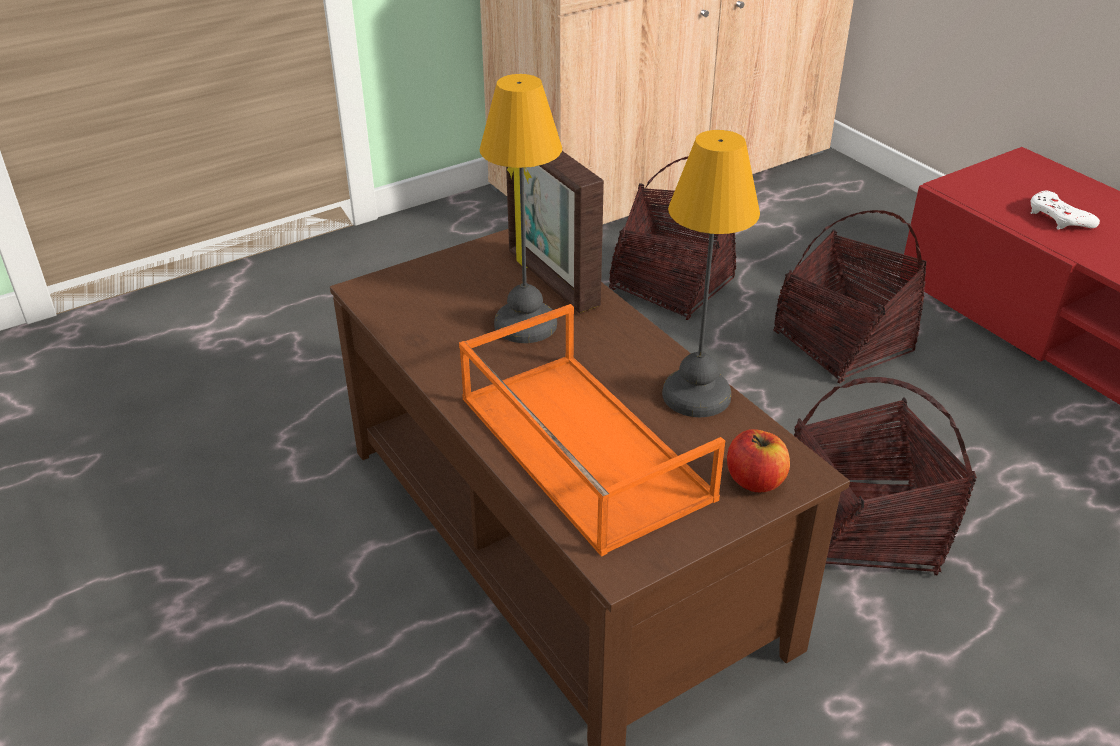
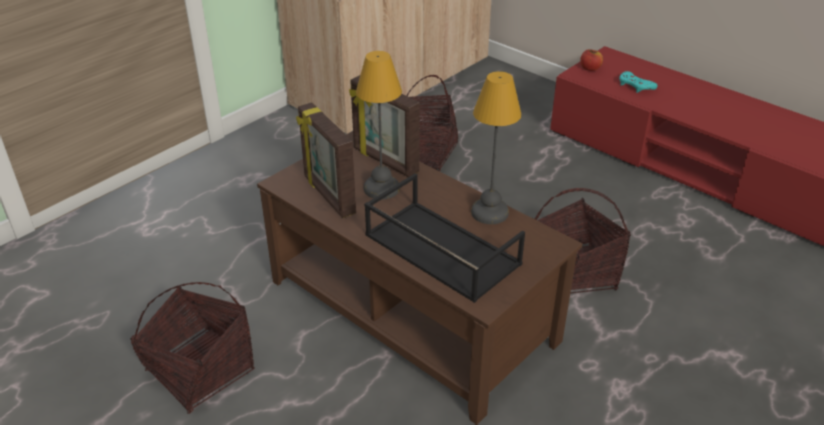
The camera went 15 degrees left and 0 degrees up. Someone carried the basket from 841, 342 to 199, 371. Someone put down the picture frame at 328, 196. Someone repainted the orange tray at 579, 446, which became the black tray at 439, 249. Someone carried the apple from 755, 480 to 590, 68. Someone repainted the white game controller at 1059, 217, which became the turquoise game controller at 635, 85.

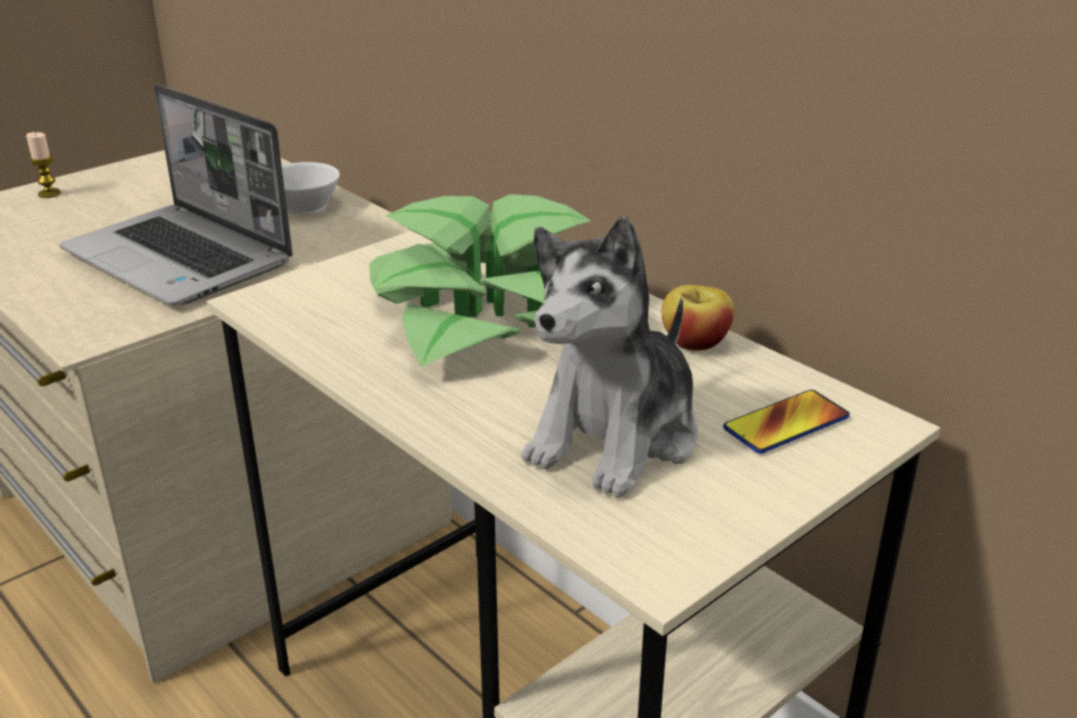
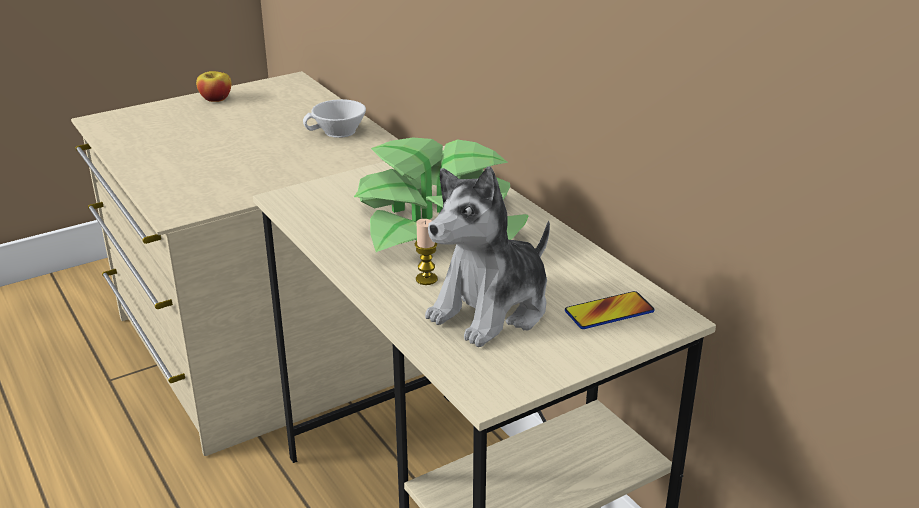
The camera went 10 degrees right and 0 degrees up. Someone carried the apple from 695, 342 to 216, 99. Someone carried the candle from 49, 194 to 426, 279. Someone took away the laptop at 181, 258.

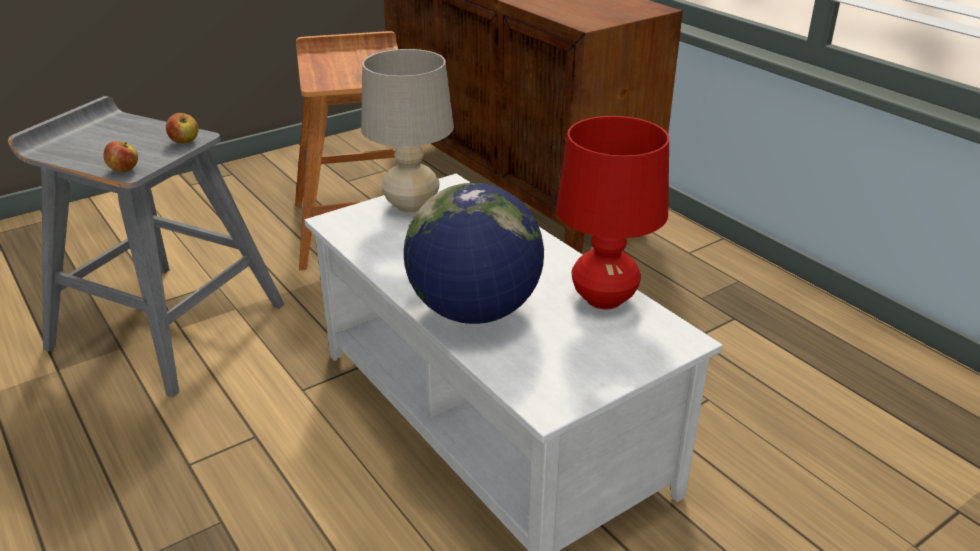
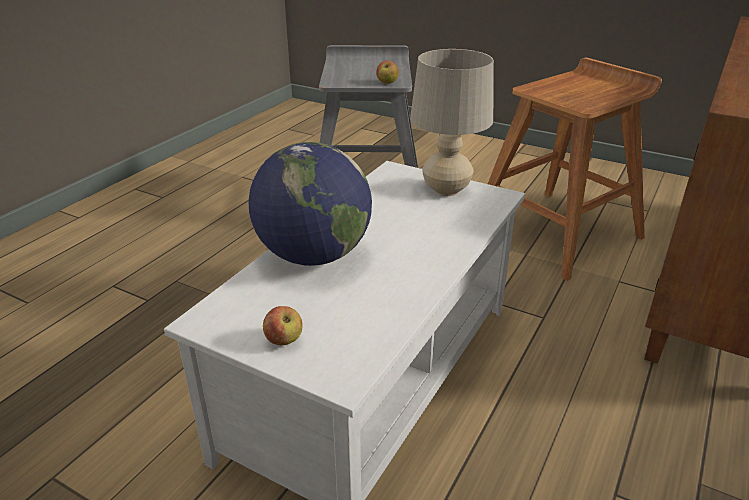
The camera went 65 degrees right and 0 degrees up. Someone carried the apple from 124, 170 to 284, 340. Someone took away the red table lamp at 604, 299.

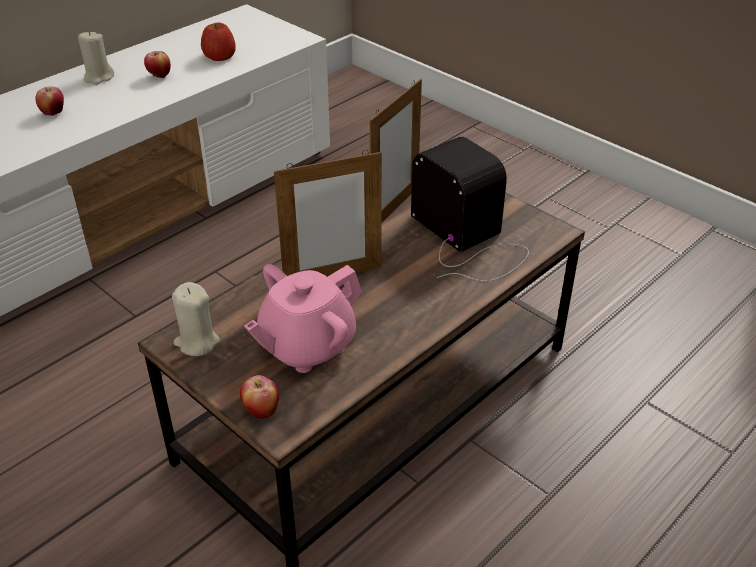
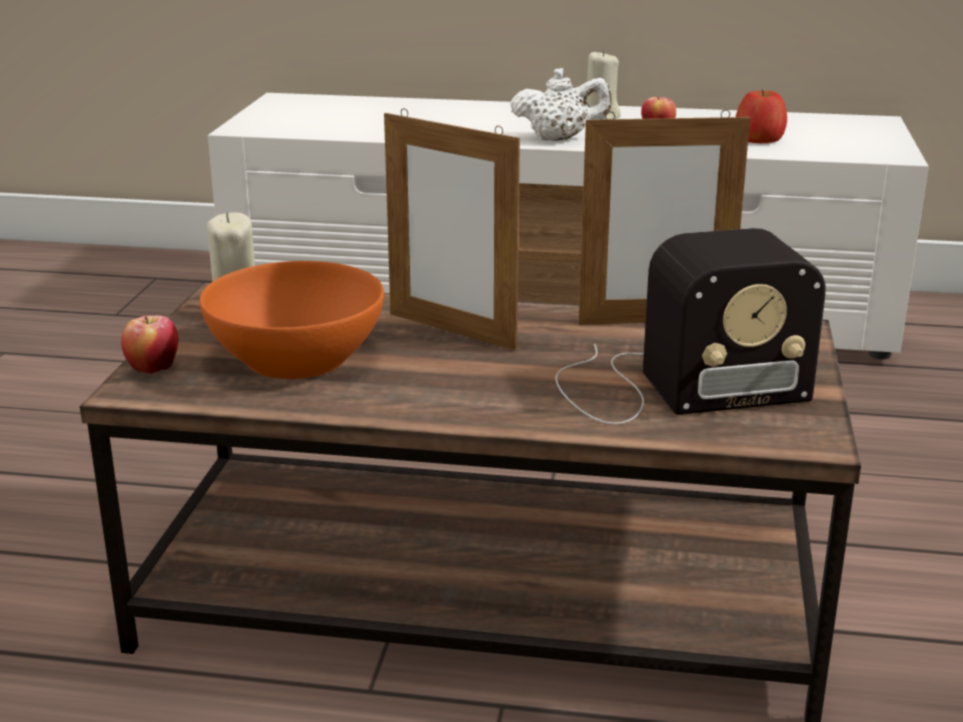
The camera went 55 degrees right and 15 degrees down. Someone swapped the pink teapot at 306, 346 for the orange bowl at 298, 358. Someone put down the white teapot at 559, 139. Someone rotated the radio at 469, 241 by 60 degrees clockwise. Someone took away the apple at 53, 113.

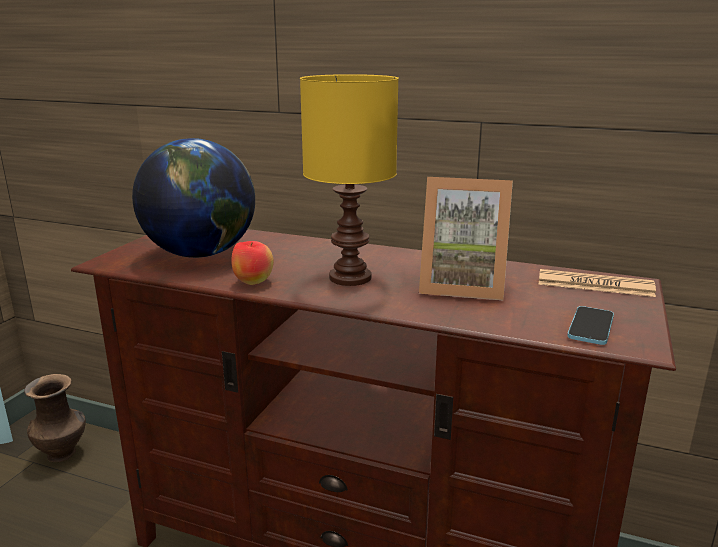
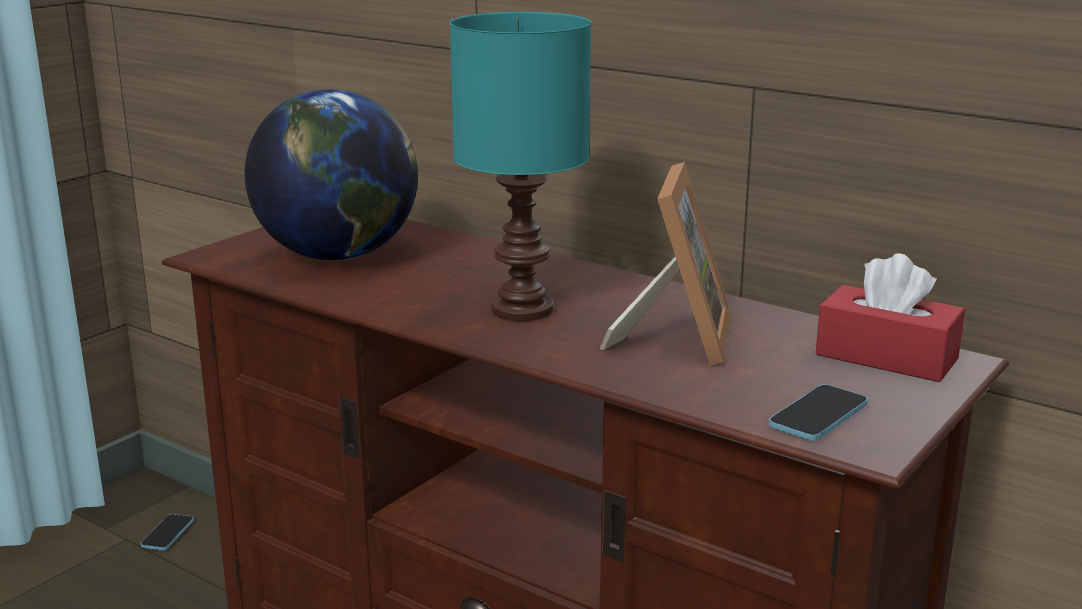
The camera went 15 degrees right and 0 degrees up. Someone swapped the brown vase at 63, 453 for the phone at 168, 534. Someone repainted the yellow table lamp at 350, 277, which became the turquoise table lamp at 523, 308. Someone rotated the picture frame at 461, 286 by 105 degrees counterclockwise. Someone swapped the newspaper at 594, 285 for the red tissue box at 886, 357. Someone took away the apple at 253, 282.

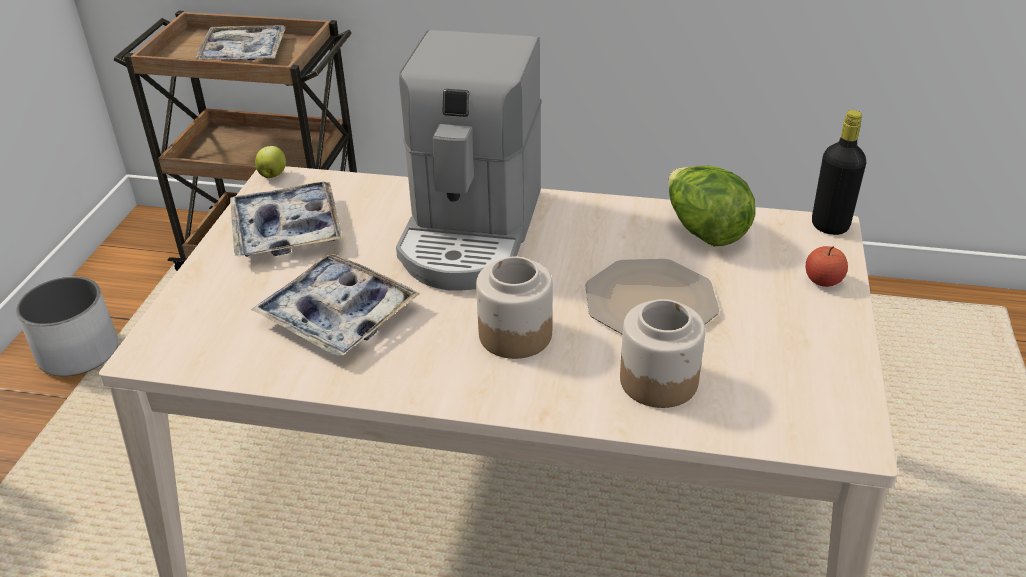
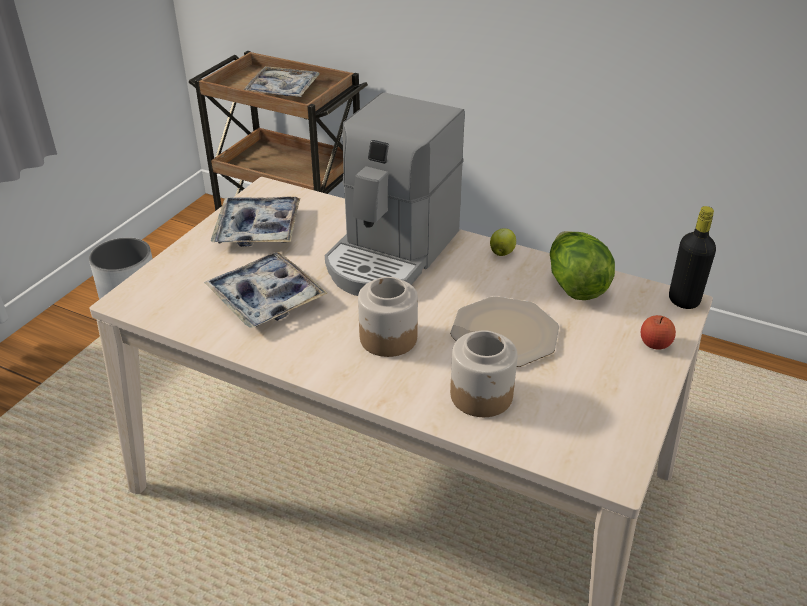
The camera went 15 degrees right and 0 degrees up. Someone carried the apple from 273, 175 to 502, 253.

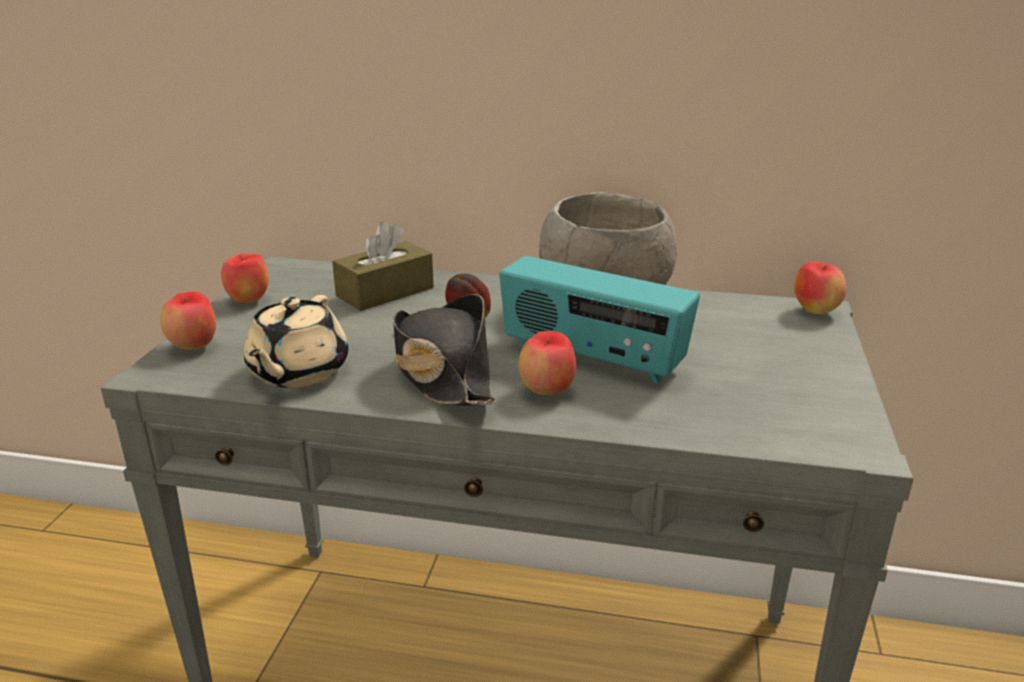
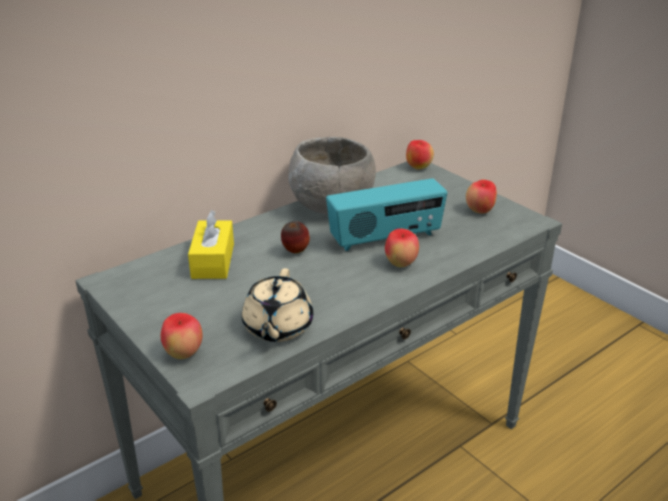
The camera went 50 degrees left and 5 degrees up. Someone repainted the brown tissue box at 385, 292, which became the yellow tissue box at 213, 261. Someone rotated the beige teapot at 297, 372 by 45 degrees clockwise. Someone carried the apple from 248, 300 to 479, 211. Someone took away the black hat at 442, 371.

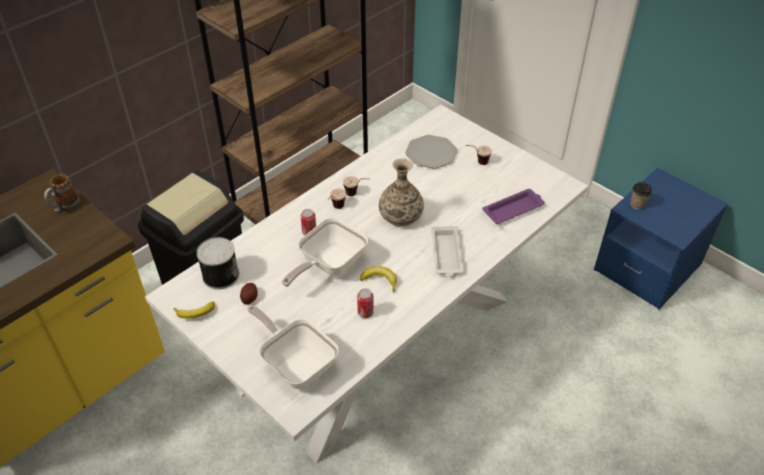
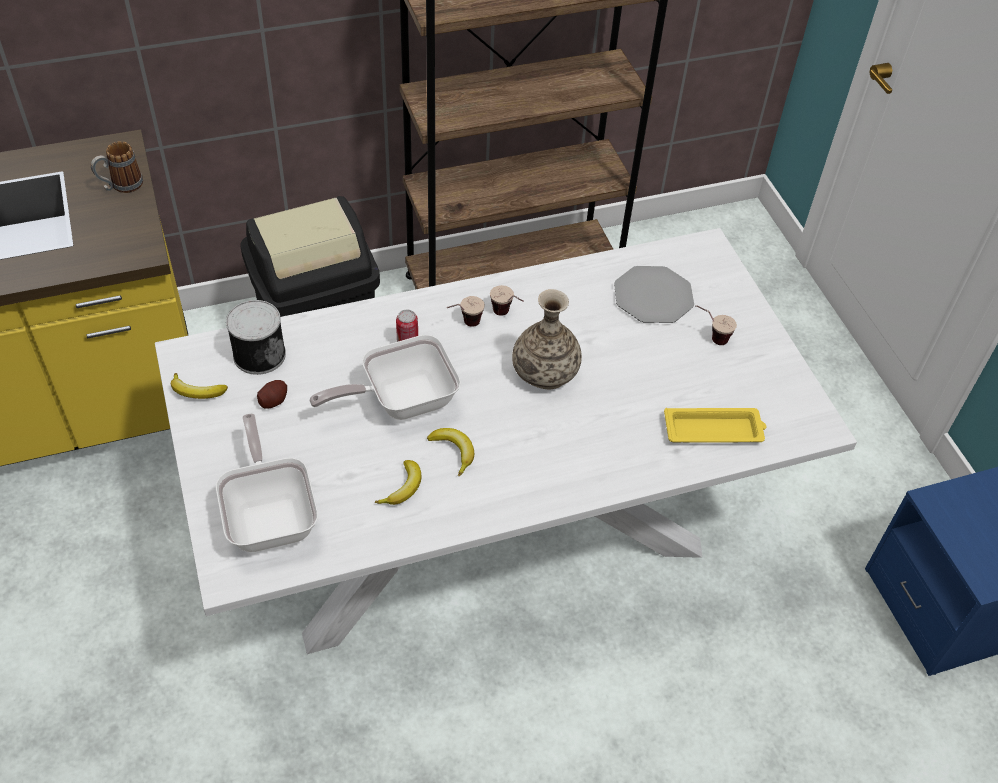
The camera went 25 degrees right and 5 degrees up. Someone swapped the can at 365, 313 for the banana at 403, 488. Someone repainted the purple tray at 514, 209, which became the yellow tray at 714, 430. Someone took away the white tray at 446, 254. Someone took away the cup at 637, 204.

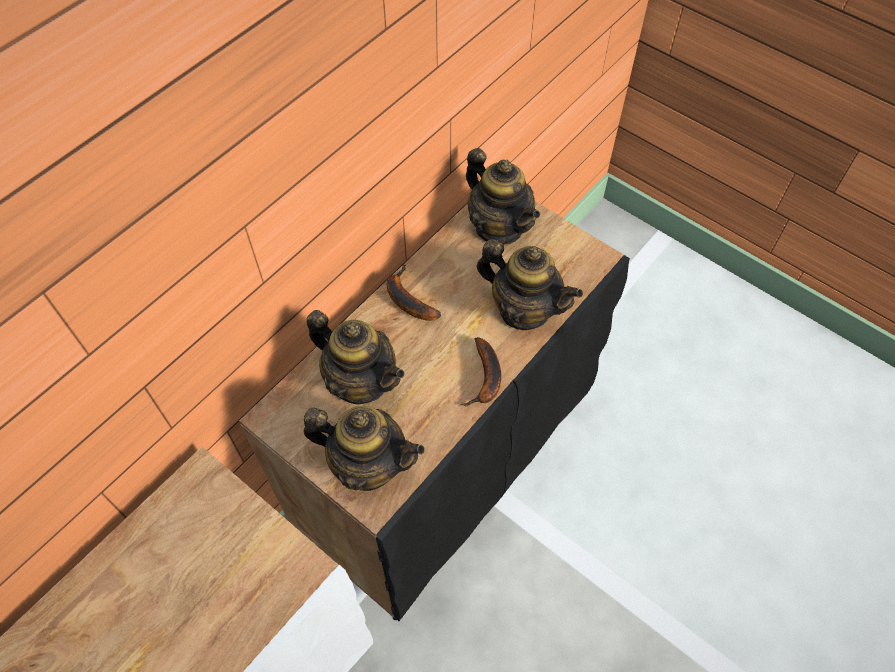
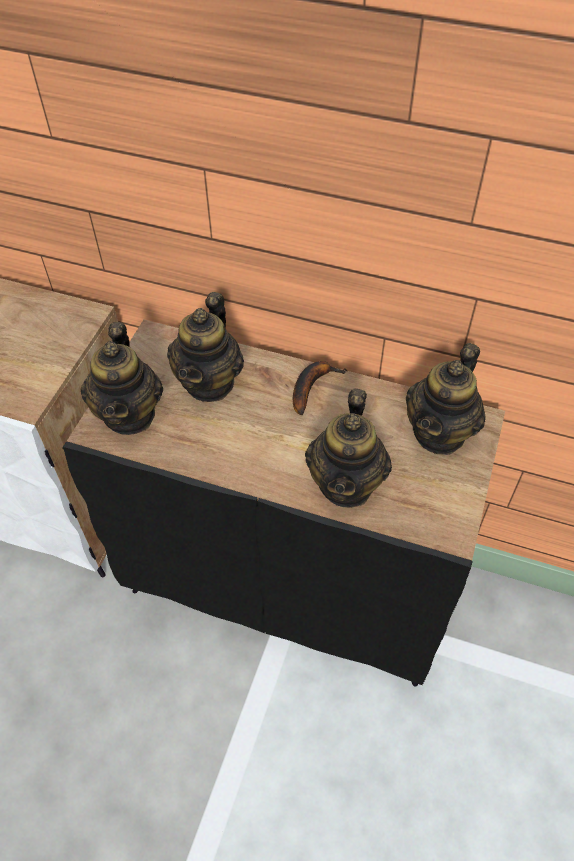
The camera went 70 degrees right and 5 degrees down. Someone took away the banana at 486, 379.

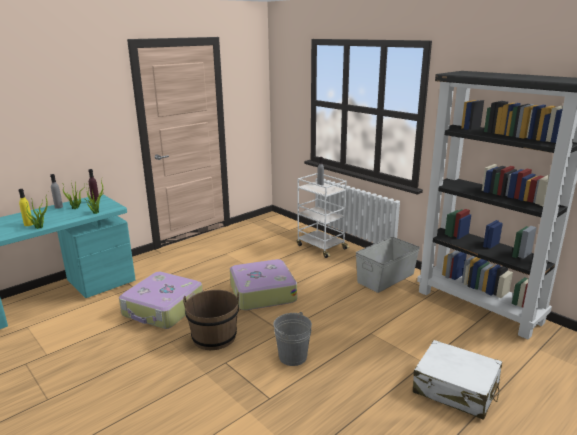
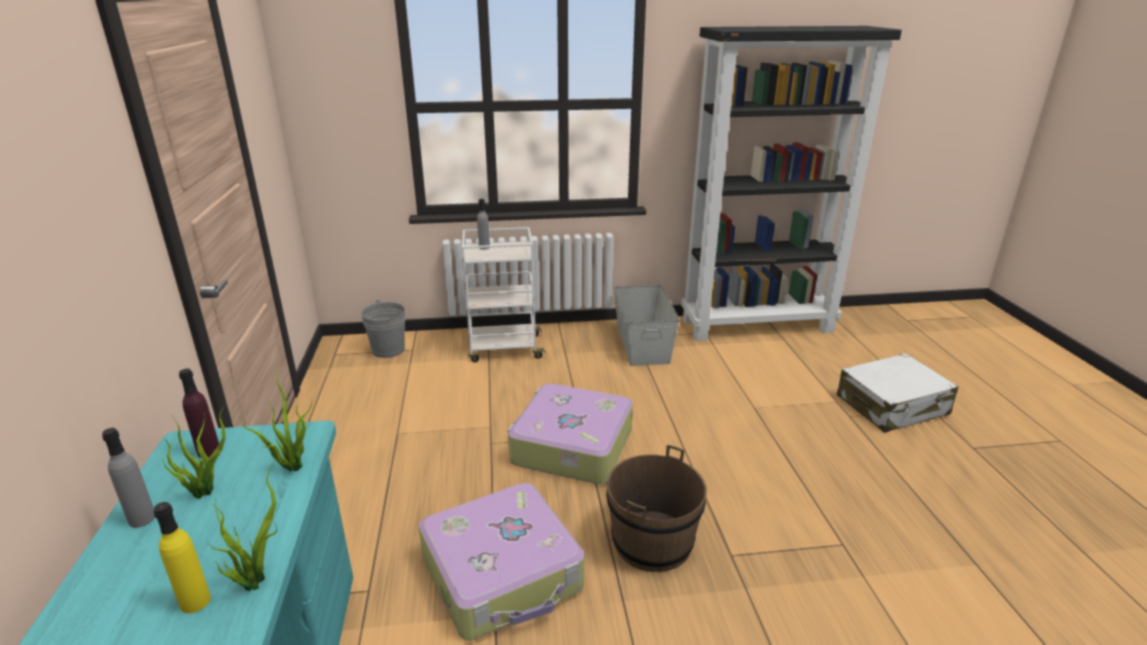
The camera went 55 degrees left and 5 degrees up. Someone carried the grey bucket from 293, 356 to 388, 350.

